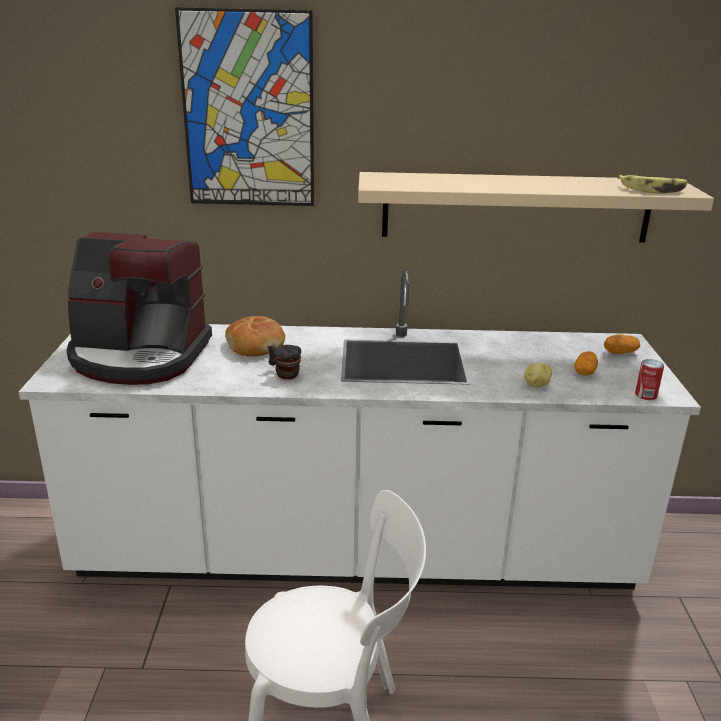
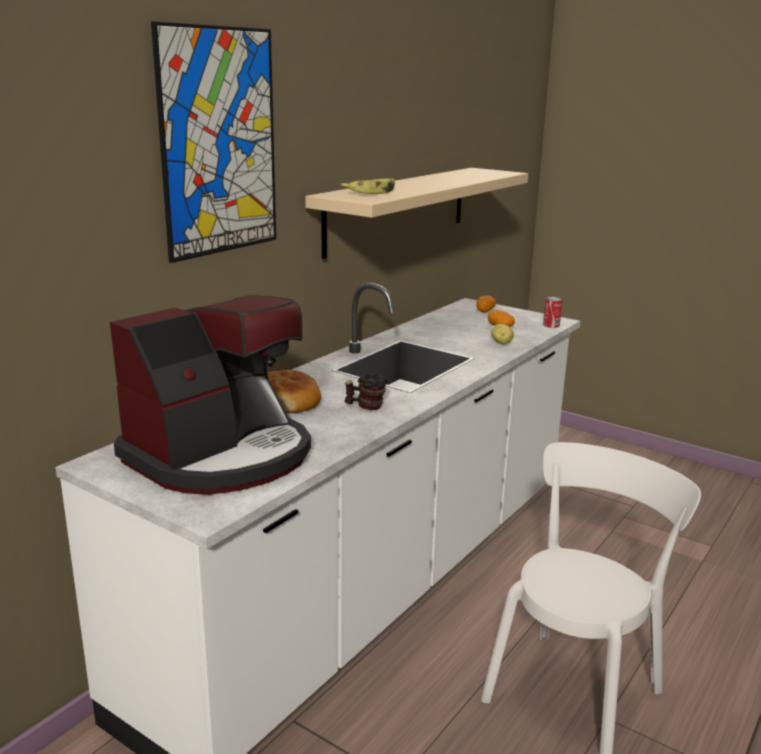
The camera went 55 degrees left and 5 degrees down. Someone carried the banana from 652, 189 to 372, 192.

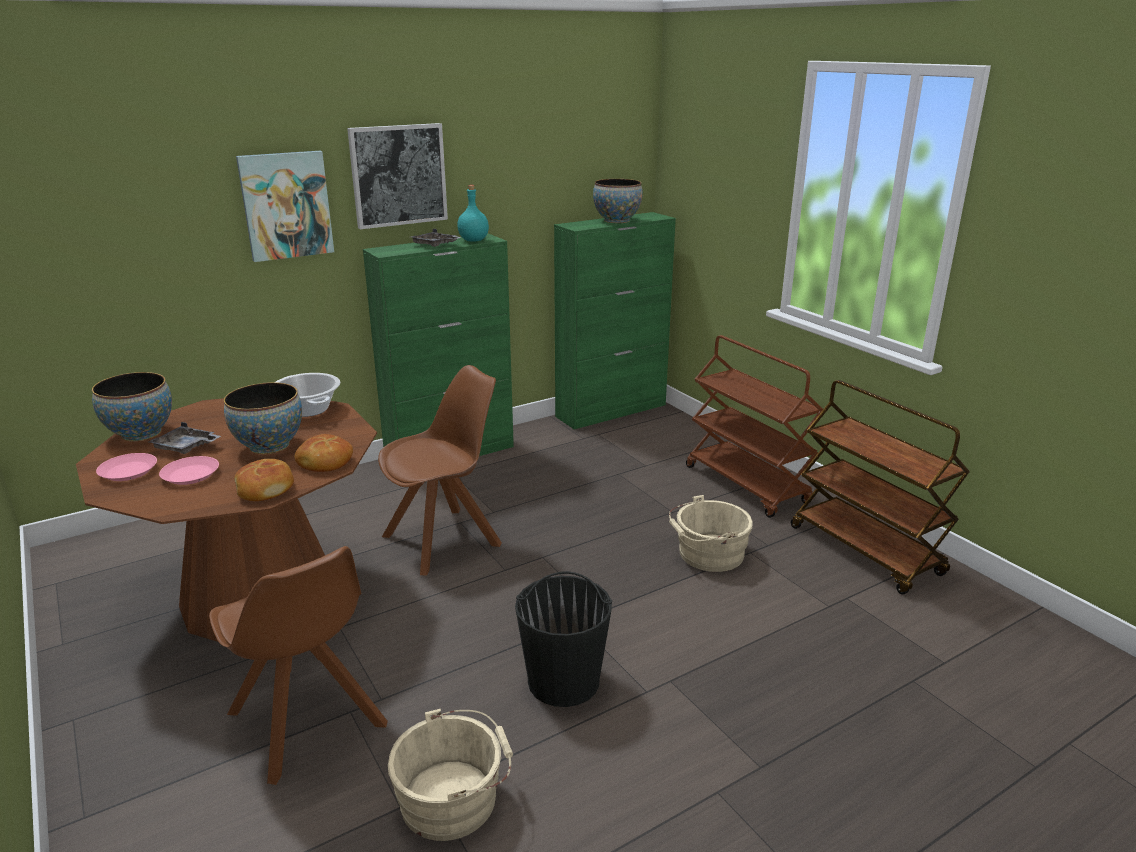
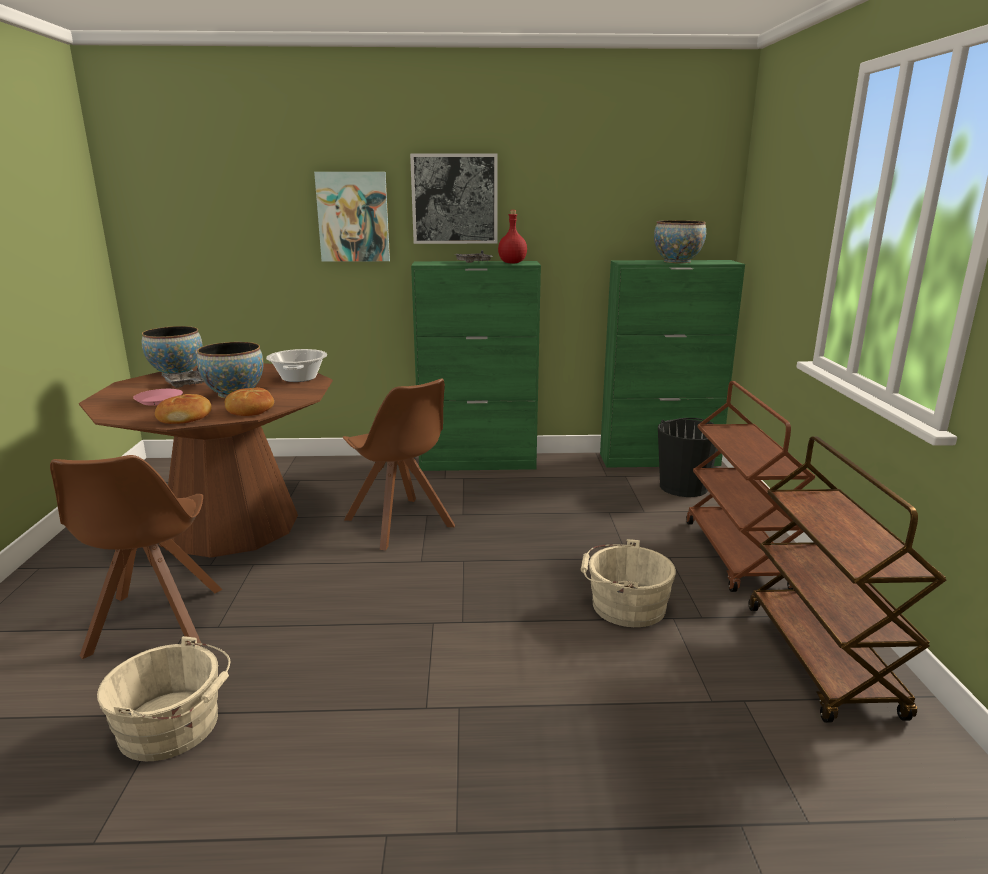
The camera went 30 degrees right and 5 degrees down. Someone rotated the brown chair at 445, 539 by 60 degrees clockwise. Someone repainted the turquoise bottle at 474, 240, which became the red bottle at 513, 263. Someone carried the black bucket from 564, 680 to 683, 487. Someone took away the pink plate at 128, 471.

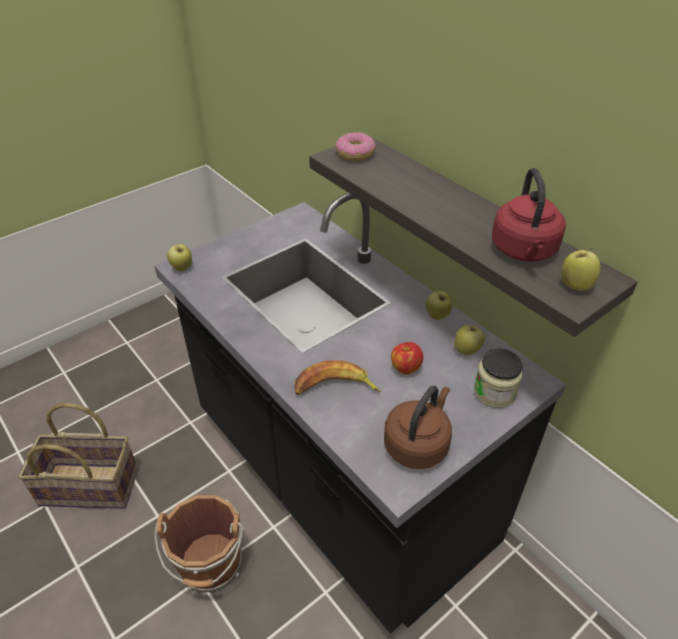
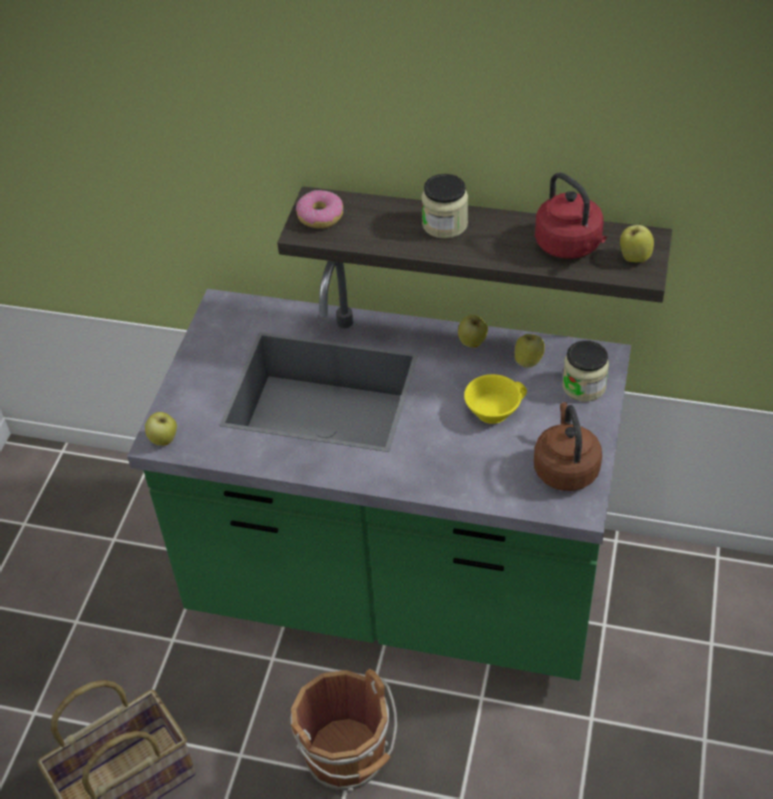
The camera went 35 degrees left and 5 degrees up. Someone repainted the black counter at 339, 479, which became the green counter at 398, 587. Someone put down the jar at 445, 224. Someone swapped the apple at 405, 368 for the yellow cup at 493, 409. Someone took away the banana at 335, 387.

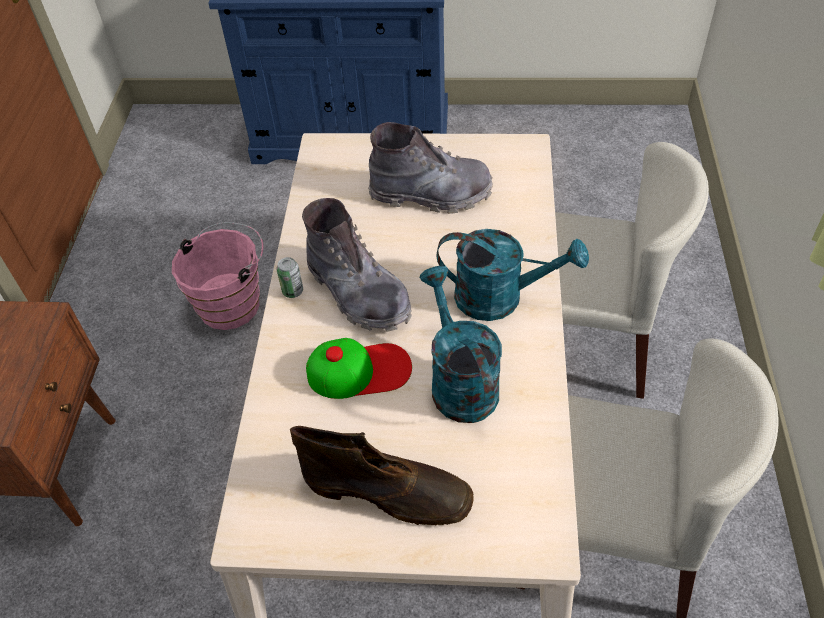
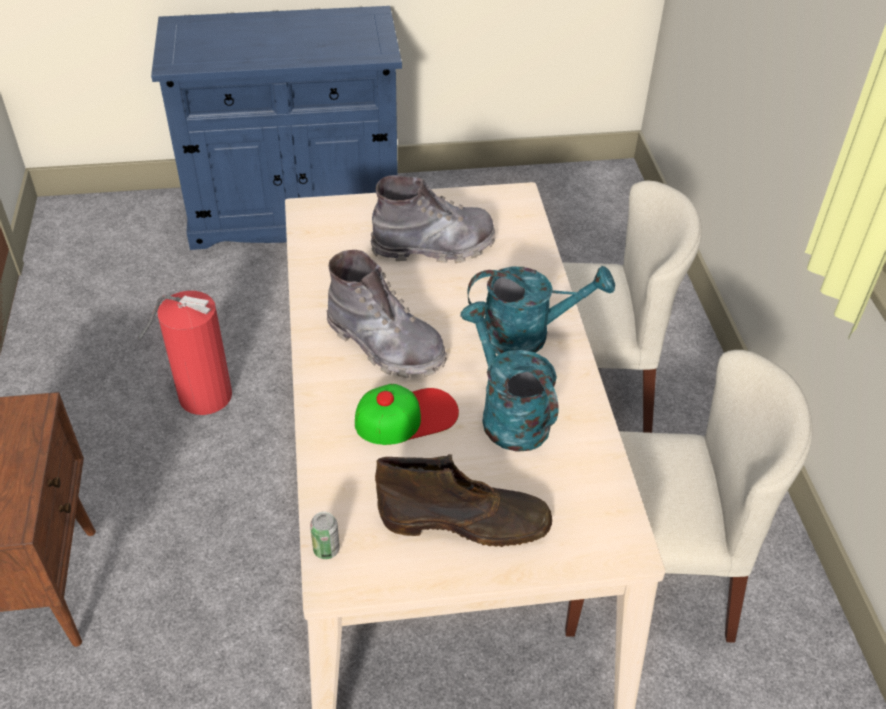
The camera went 15 degrees left and 5 degrees down. Someone swapped the pink bucket at 233, 302 for the fire extinguisher at 203, 394. Someone carried the can from 292, 291 to 326, 549.

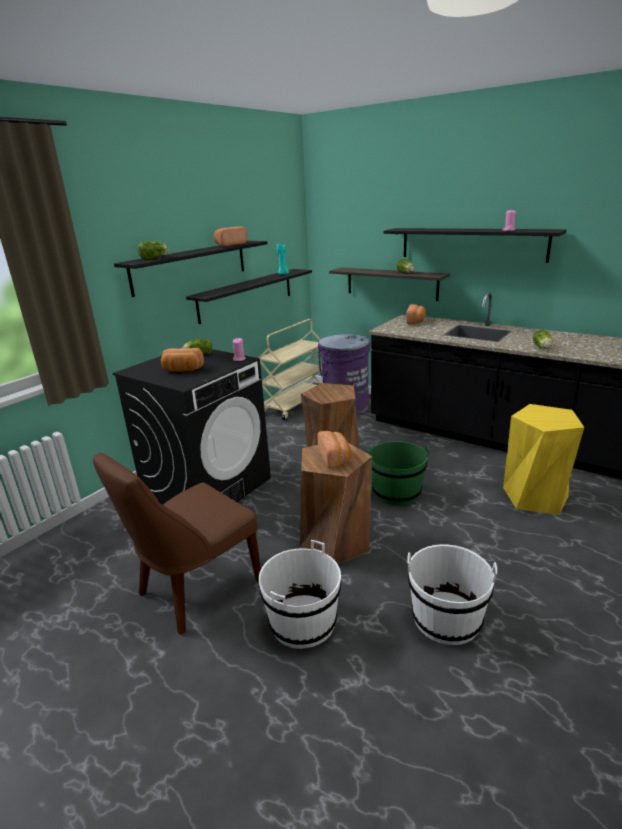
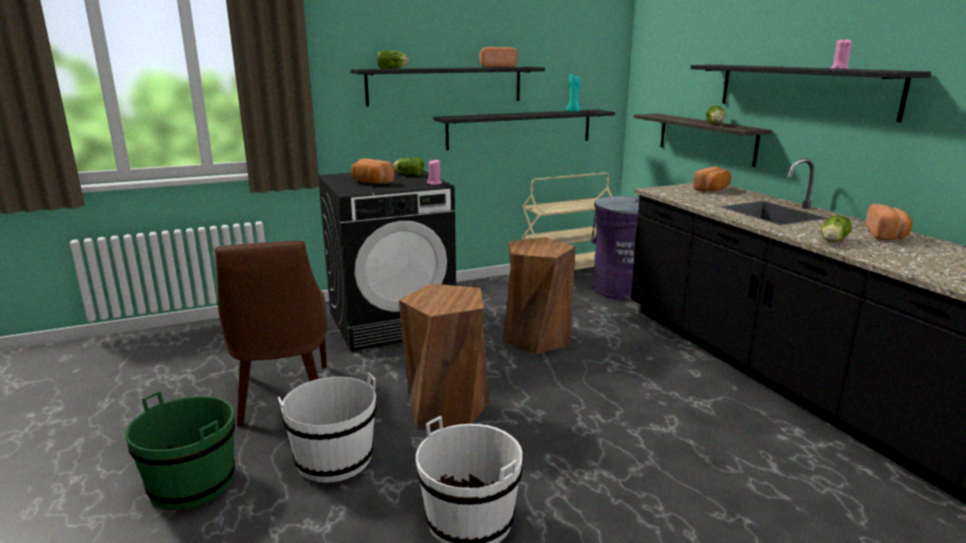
The camera went 30 degrees right and 5 degrees down. Someone carried the green bucket from 396, 492 to 192, 483. Someone rotated the brown chair at 195, 589 by 90 degrees counterclockwise. Someone carried the bread from 335, 458 to 886, 236. Someone took away the yellow stool at 535, 497.

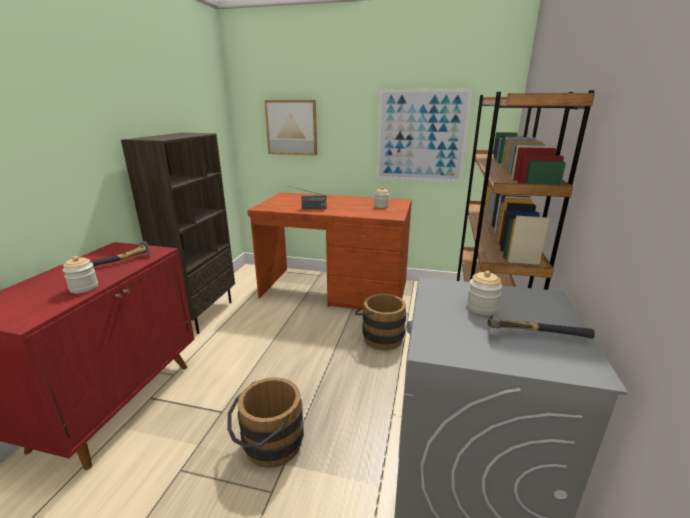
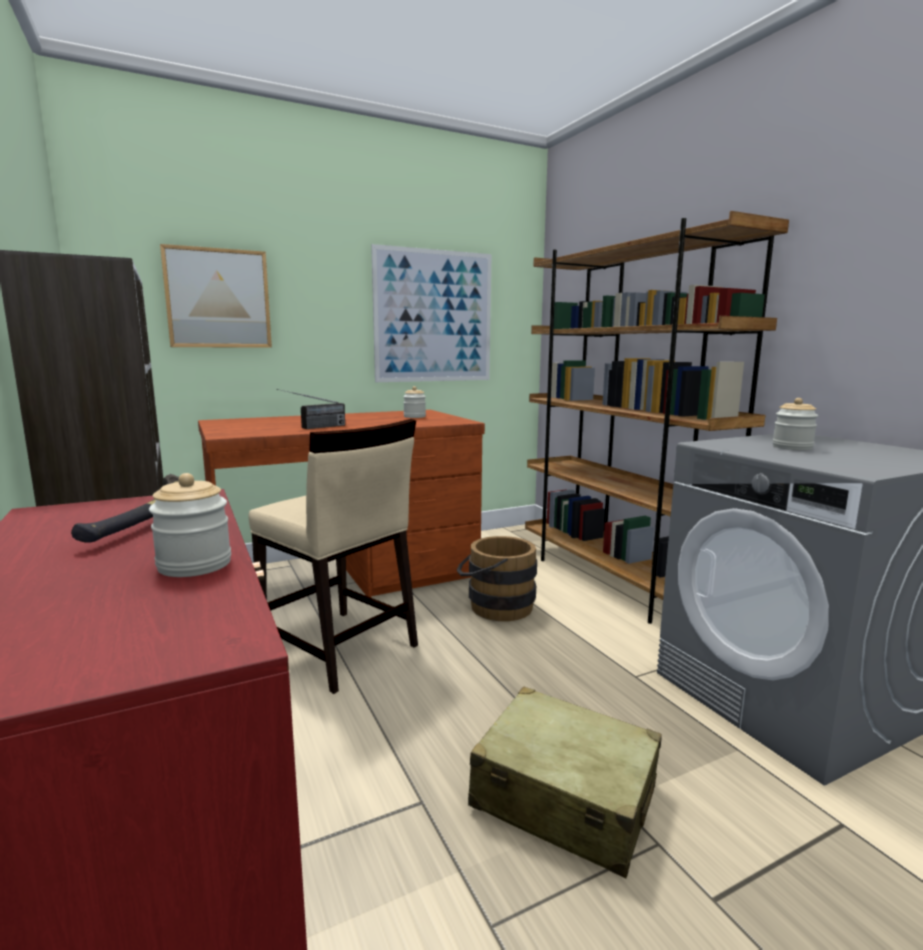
The camera went 40 degrees left and 10 degrees down. Someone put down the beige chair at 339, 649. Someone swapped the brown bucket at 268, 446 for the beige suitcase at 564, 797. Someone took away the hammer at 531, 334.

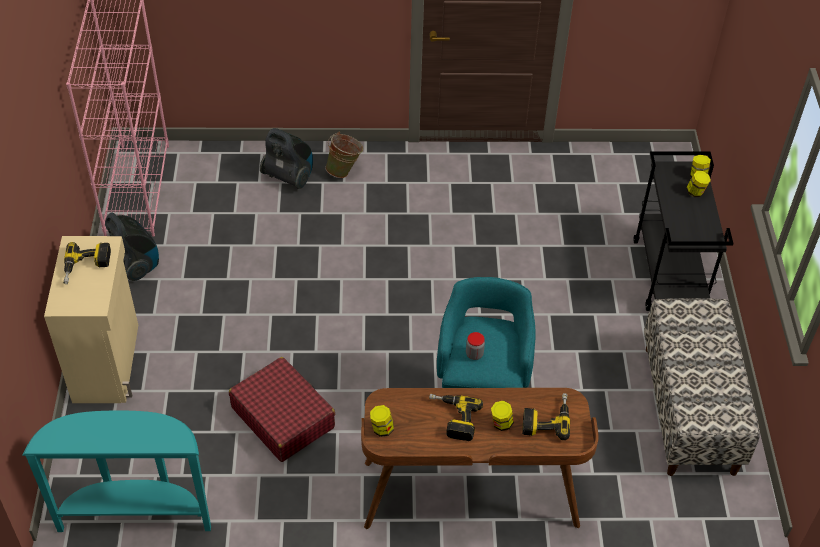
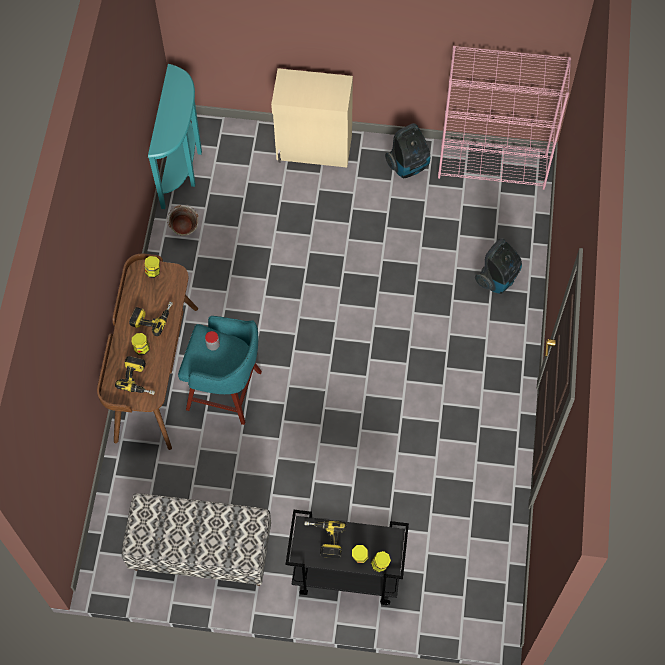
The camera went 100 degrees right and 15 degrees up. Someone carried the green bucket from 344, 171 to 185, 233. Someone carried the power drill from 86, 267 to 324, 539. Someone took away the red suitcase at 283, 417.

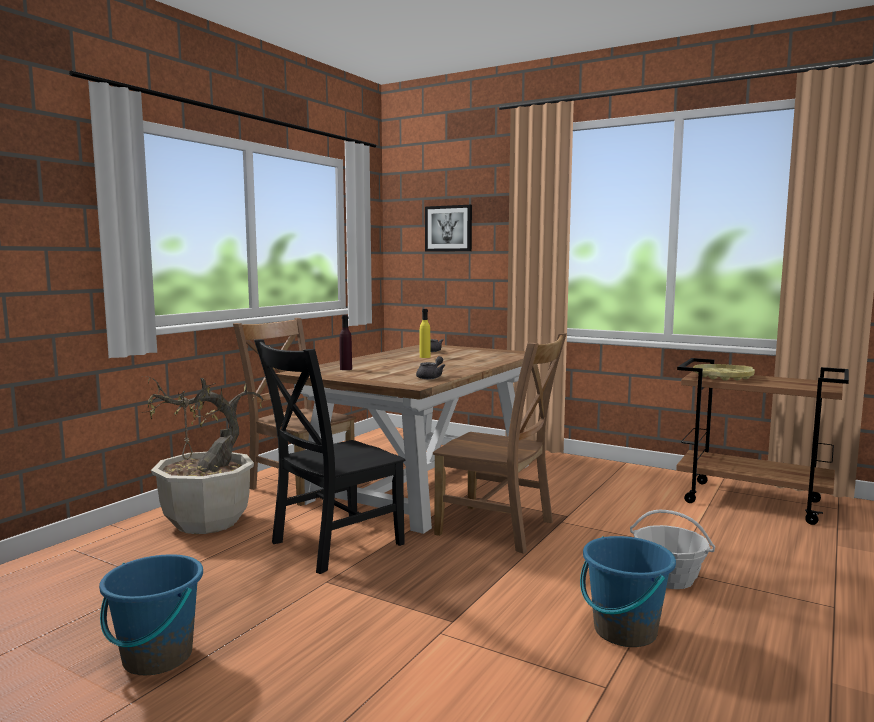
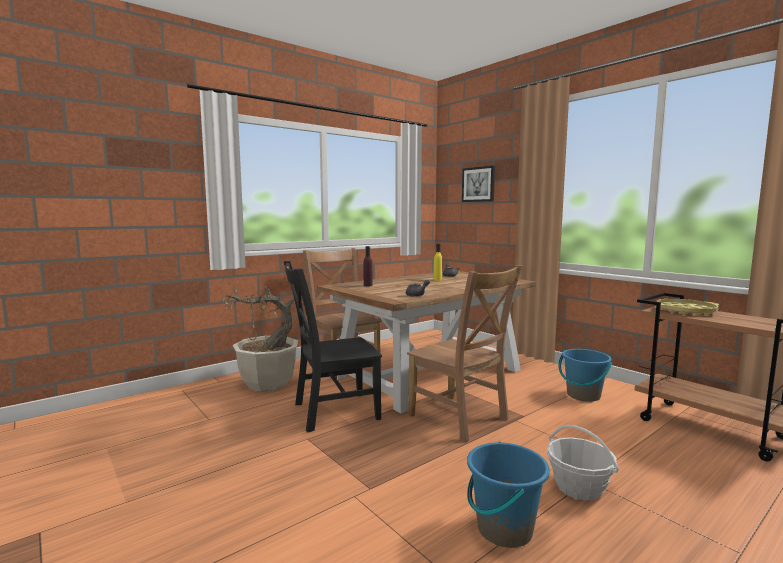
The camera went 20 degrees right and 0 degrees up. Someone carried the blue bucket from 157, 657 to 583, 395.

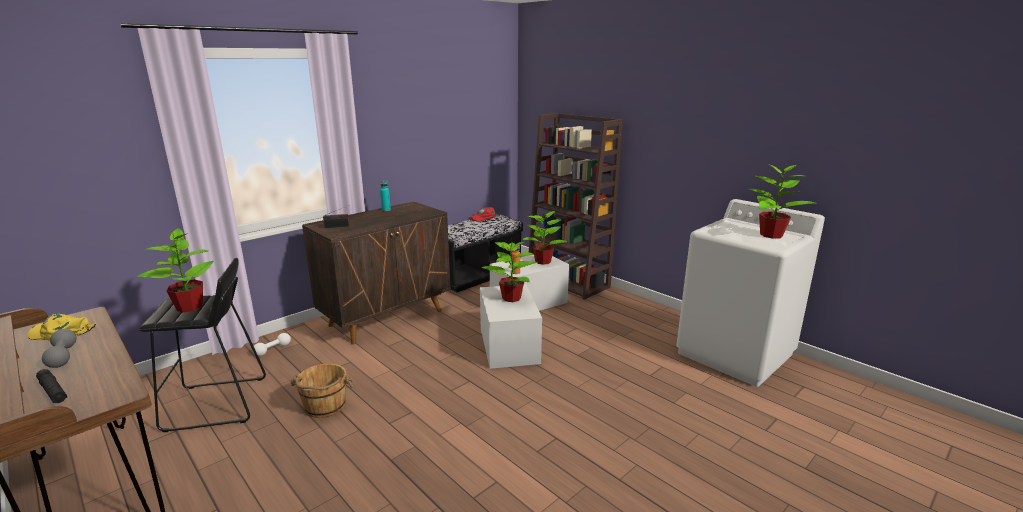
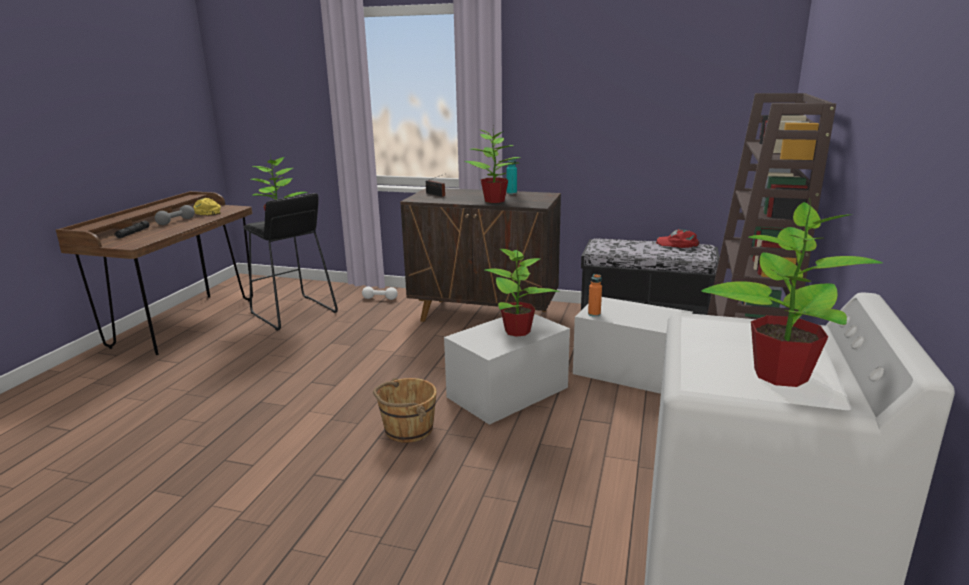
The camera went 60 degrees right and 0 degrees up. Someone carried the brown bucket from 325, 406 to 407, 429. Someone carried the potted plant from 543, 261 to 495, 200.

